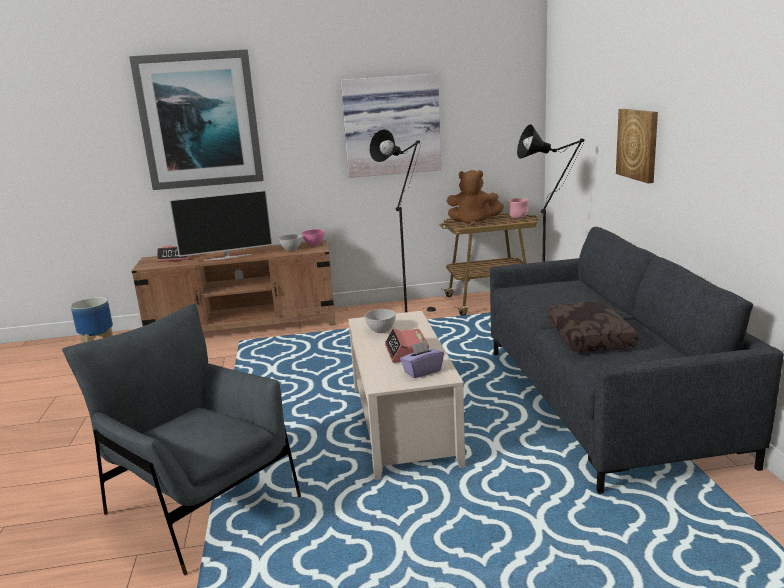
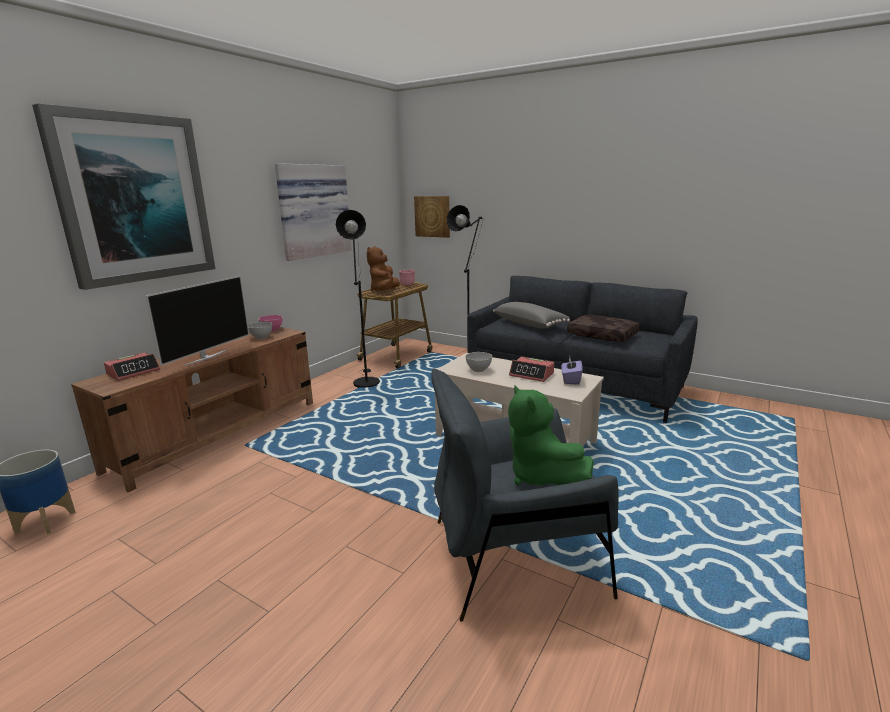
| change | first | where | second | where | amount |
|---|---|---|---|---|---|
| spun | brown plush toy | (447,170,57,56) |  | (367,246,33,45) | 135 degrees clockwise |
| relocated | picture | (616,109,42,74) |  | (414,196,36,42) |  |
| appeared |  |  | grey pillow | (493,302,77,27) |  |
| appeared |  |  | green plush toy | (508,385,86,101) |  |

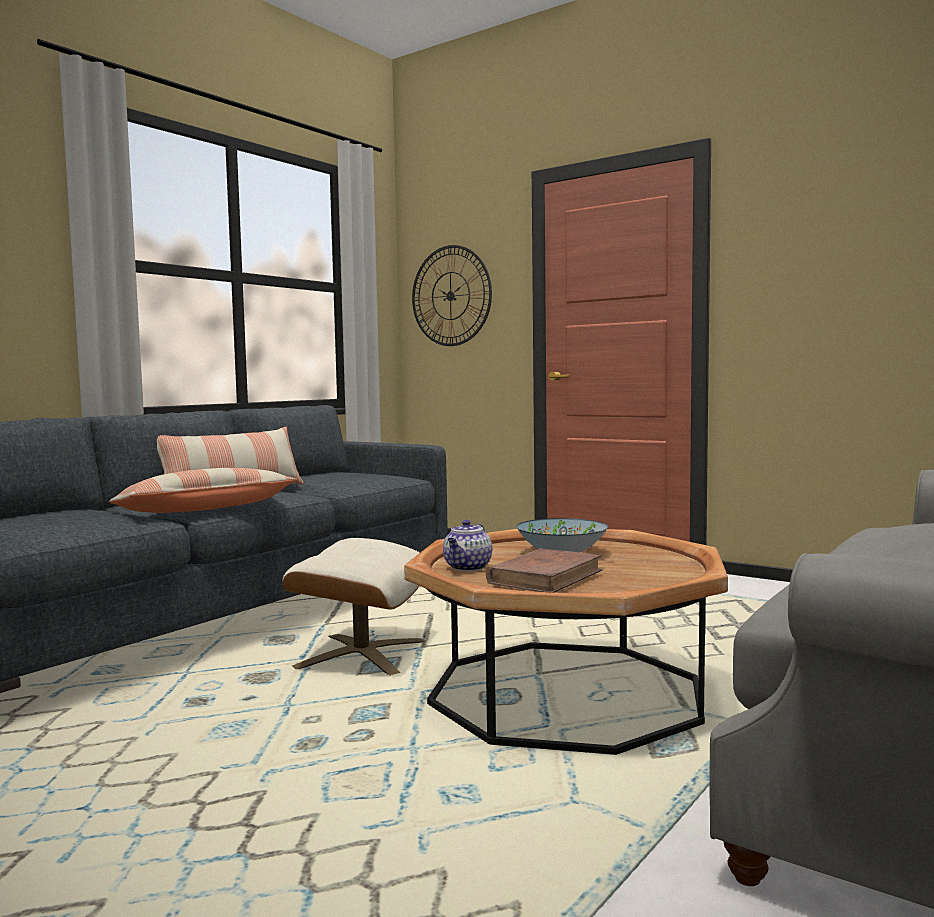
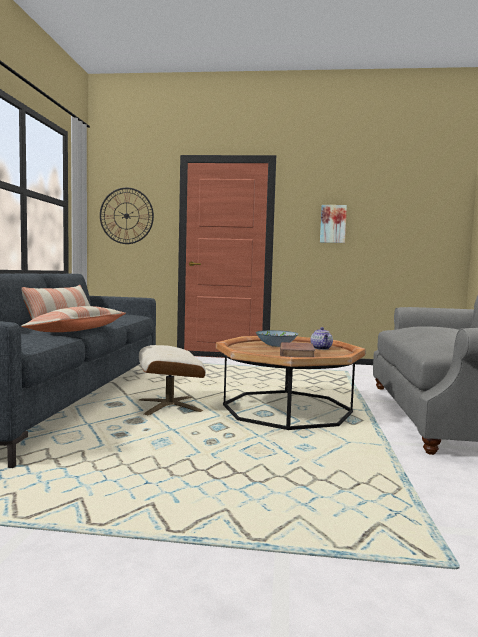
| change | first | where | second | where | amount |
|---|---|---|---|---|---|
| relocated | teapot | (443,520,49,51) |  | (310,327,23,23) |  |
| appeared |  |  | picture | (320,205,27,38) |  |

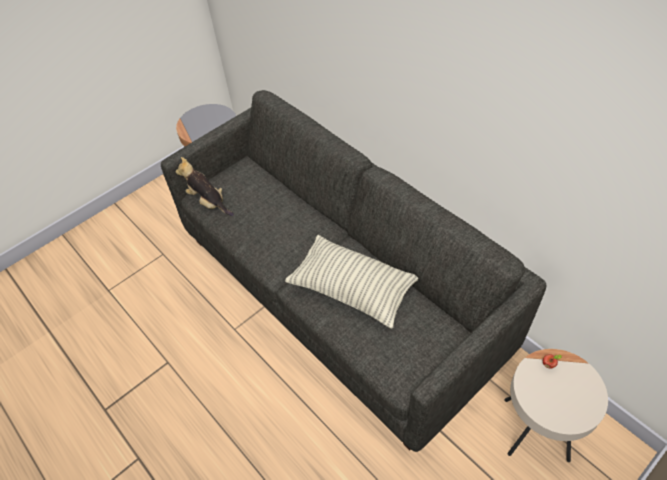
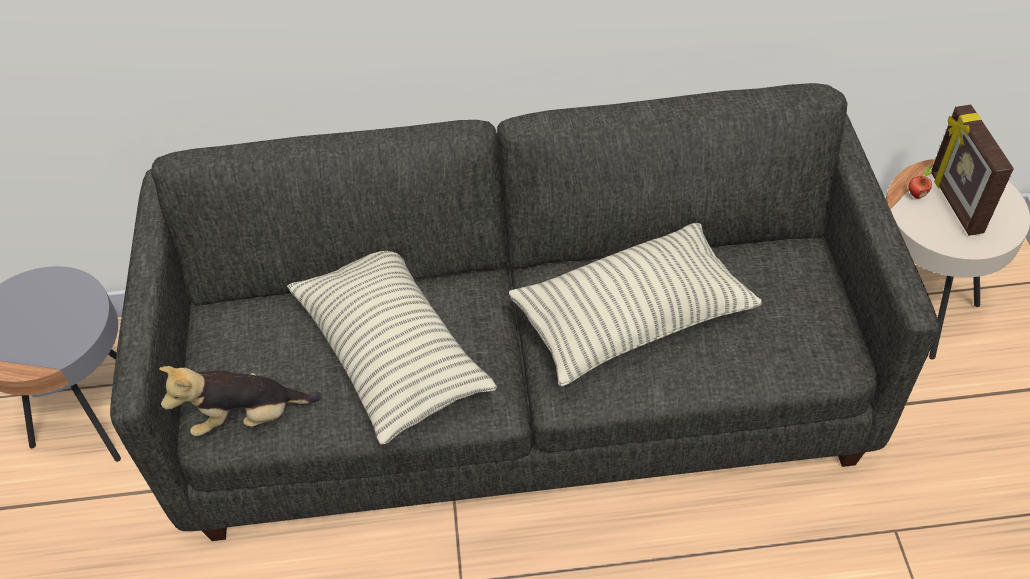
| change | first | where | second | where | amount |
|---|---|---|---|---|---|
| appeared |  |  | pillow | (287,251,210,193) |  |
| appeared |  |  | picture frame | (931,104,83,132) |  |

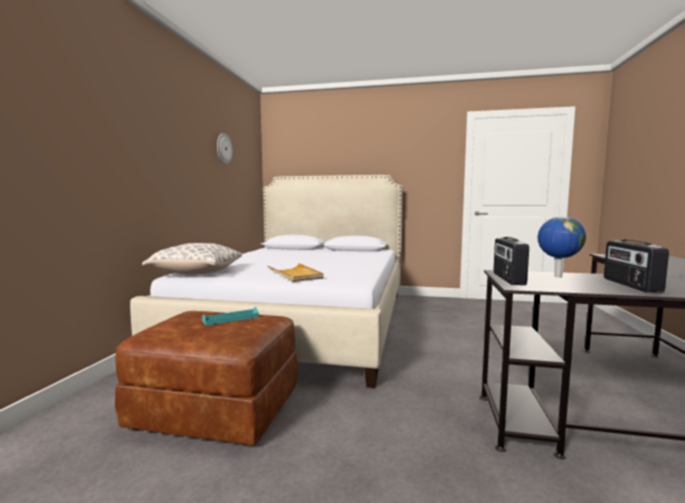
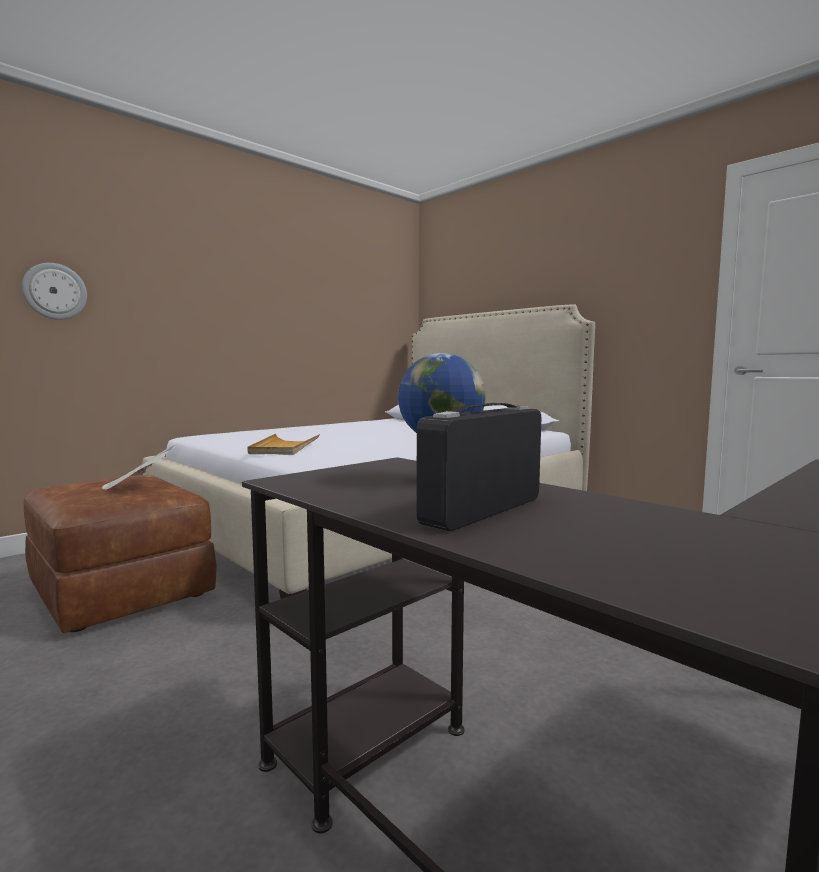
| change | first | where | second | where | amount |
|---|---|---|---|---|---|
| missing | pillow | (142,243,100,32) |  |  |  |
| exchanged | turquoise tray | (202,307,57,19) | newspaper | (102,445,75,45) |  |
| relocated | wall clock | (217,133,16,31) |  | (22,263,65,57) |  |
| missing | radio | (493,237,36,48) |  |  |  |

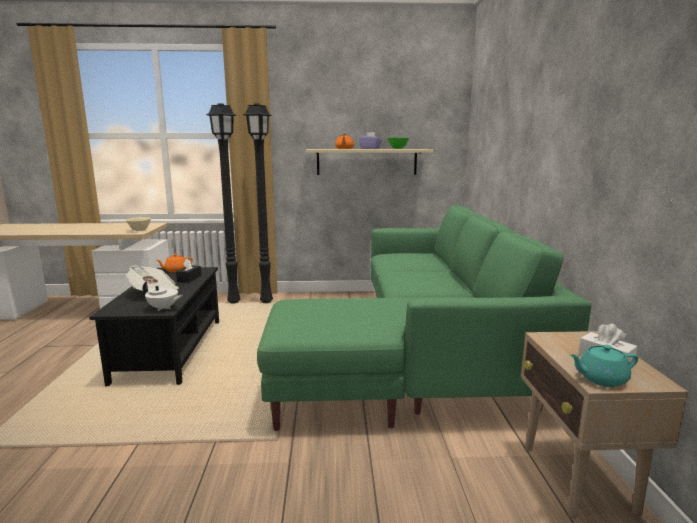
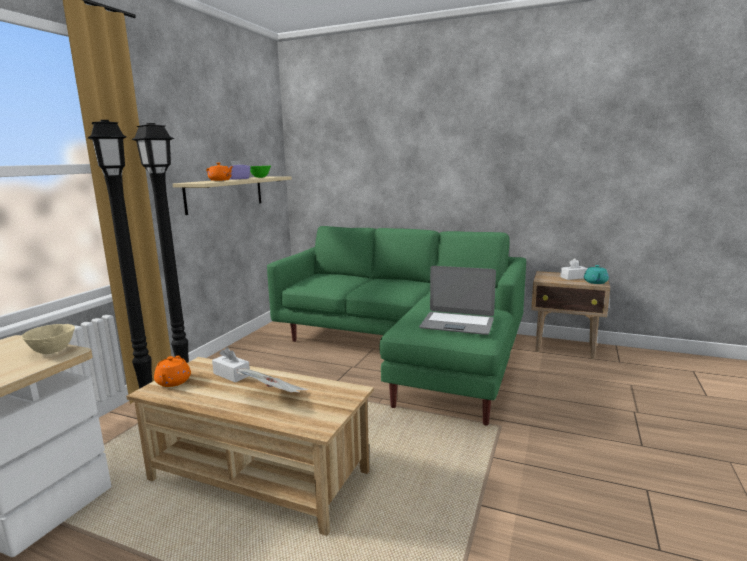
| change | first | where | second | where | amount |
|---|---|---|---|---|---|
| colour | black coffee table | (89,267,130,119) | beige coffee table | (126,357,248,179) |  |
| missing | white teapot | (143,281,40,30) |  |  |  |
| colour | black tissue box | (176,259,25,24) | white tissue box | (212,347,38,36) |  |
| appeared |  |  | laptop | (419,266,77,69) |  |

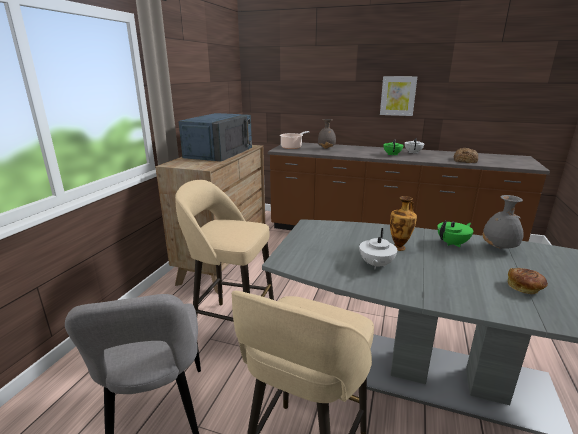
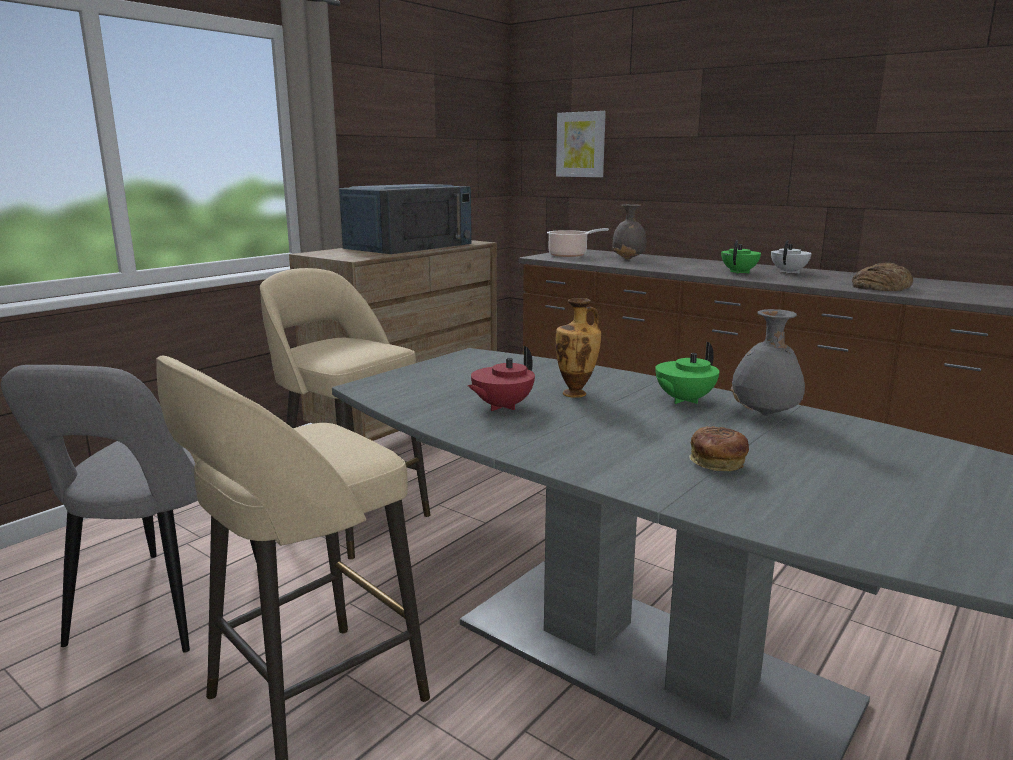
| change | first | where | second | where | amount |
|---|---|---|---|---|---|
| colour | white teapot | (359,228,38,41) | red teapot | (468,346,67,65) |  |
| relocated | picture | (380,76,37,40) |  | (556,111,50,66) |  |
| spun | green teapot | (437,221,36,26) |  | (655,342,65,62) | 150 degrees clockwise |

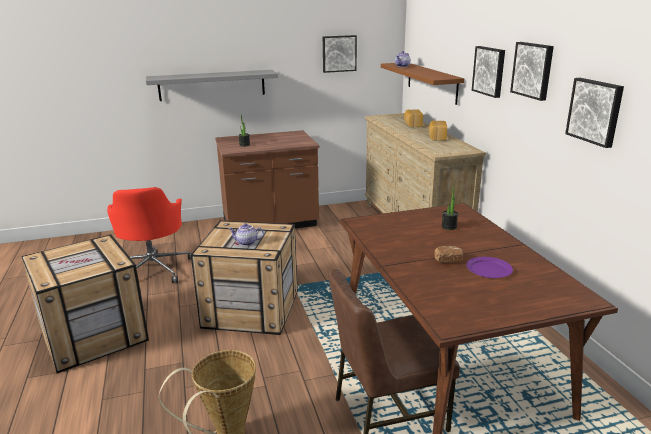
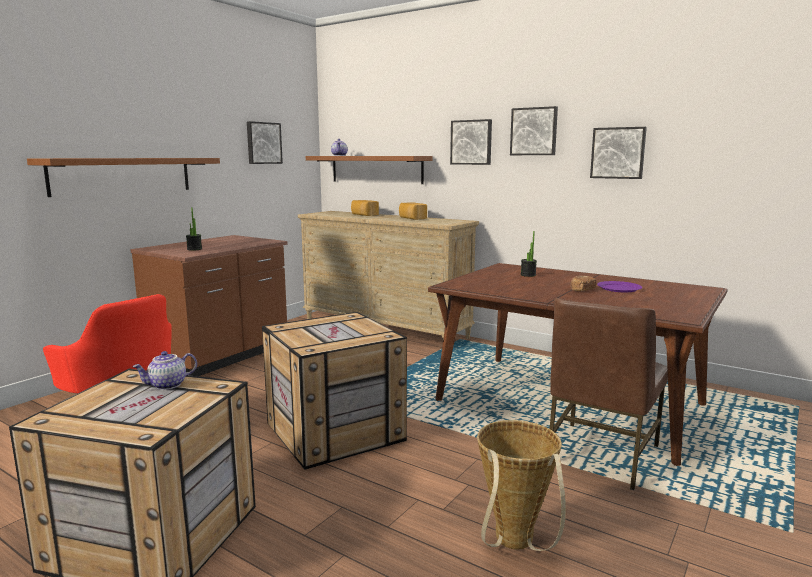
| change | first | where | second | where | amount |
|---|---|---|---|---|---|
| colour | grey shelf | (146,70,132,31) | brown shelf | (27,158,193,39) |  |
| relocated | teapot | (228,223,36,23) |  | (132,351,65,39) |  |

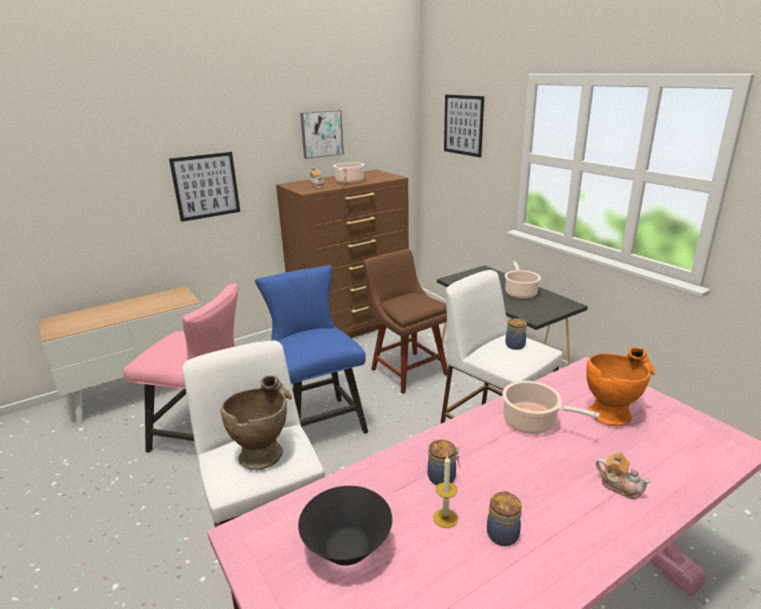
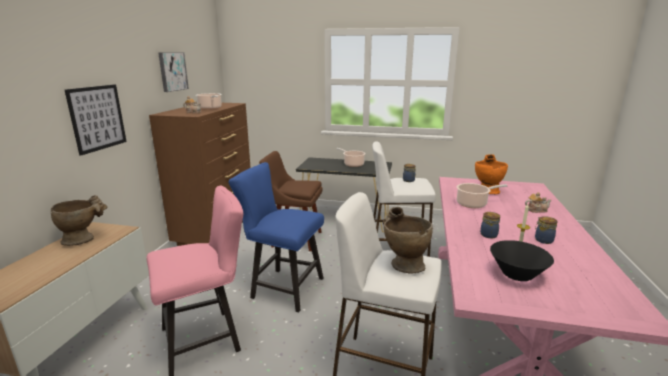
| change | first | where | second | where | amount |
|---|---|---|---|---|---|
| missing | picture | (444,95,40,62) |  |  |  |
| appeared |  |  | beige vase | (51,195,57,51) |  |

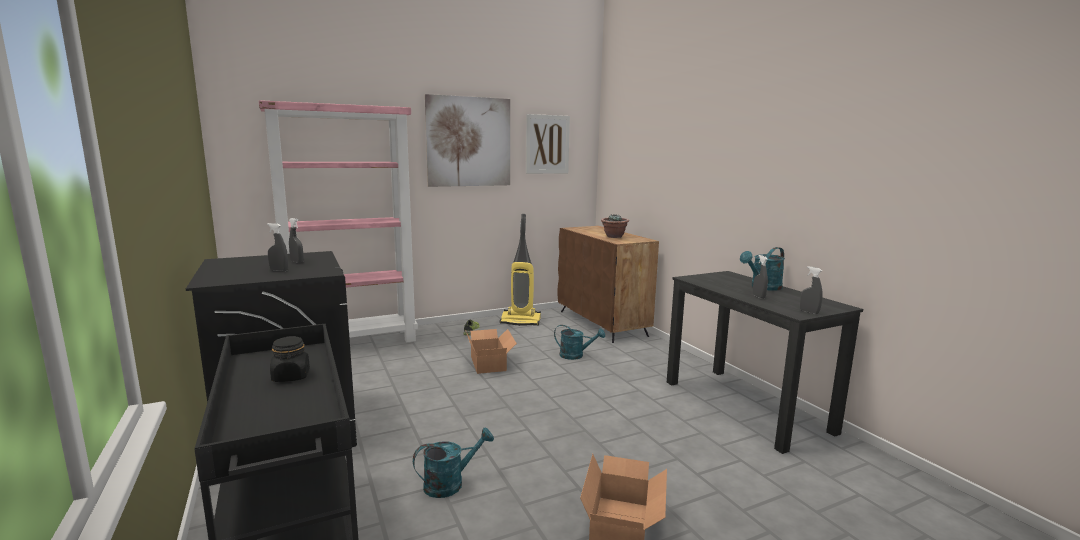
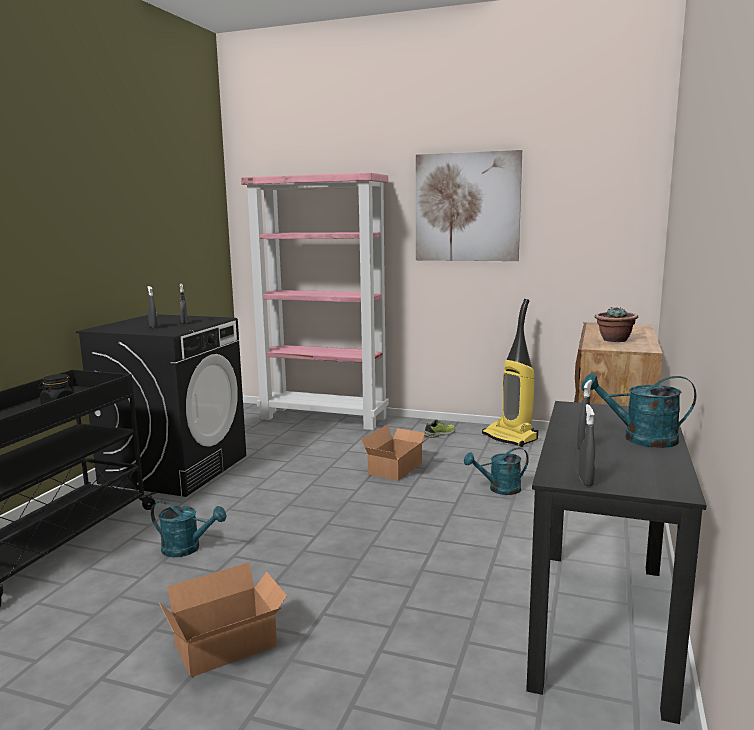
| change | first | where | second | where | amount |
|---|---|---|---|---|---|
| missing | picture | (526,114,44,60) |  |  |  |
| spun | turquoise watering can | (554,325,51,35) |  | (464,448,65,47) | 105 degrees clockwise |

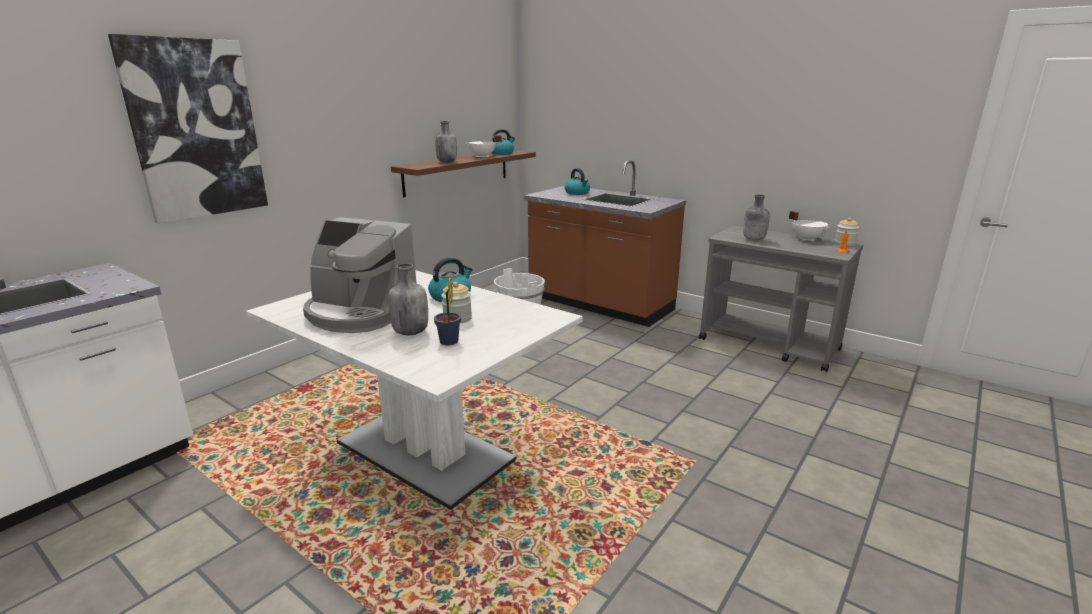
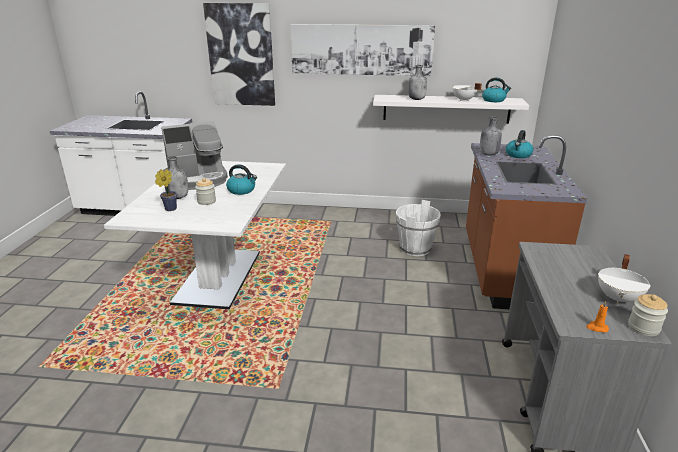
| change | first | where | second | where | amount |
|---|---|---|---|---|---|
| spun | coffee machine | (303,217,113,116) |  | (161,121,67,69) | 105 degrees counterclockwise |
| colour | brown shelf | (391,150,145,47) | white shelf | (373,95,156,29) |  |
| relocated | grey bottle | (743,194,27,46) |  | (480,117,22,39) |  |
| appeared |  |  | picture | (290,24,145,52) |  |

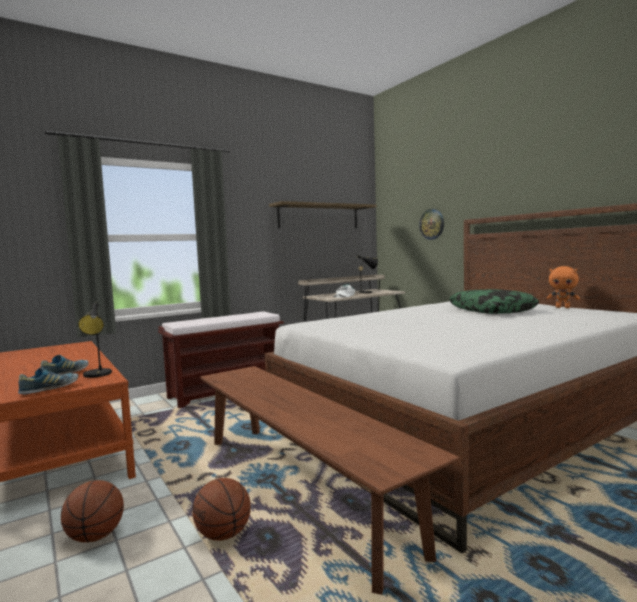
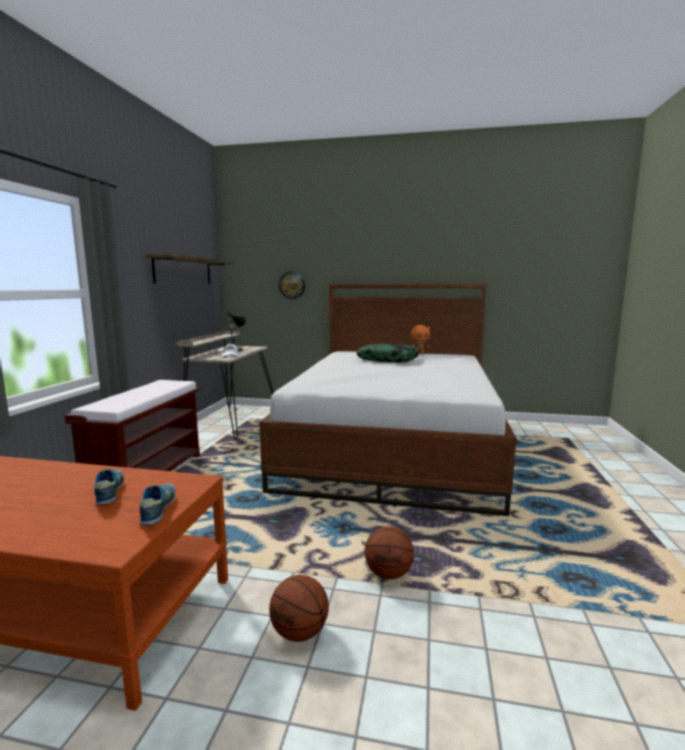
| change | first | where | second | where | amount |
|---|---|---|---|---|---|
| missing | black table lamp | (78,302,34,76) |  |  |  |
| missing | brown bench | (200,366,260,229) |  |  |  |

